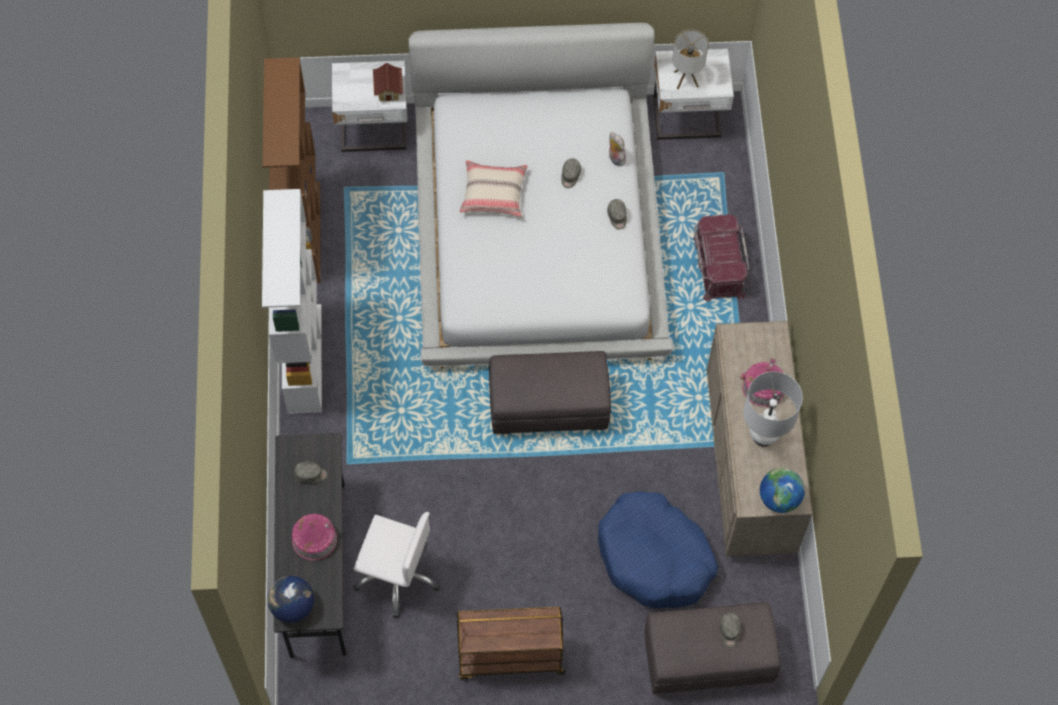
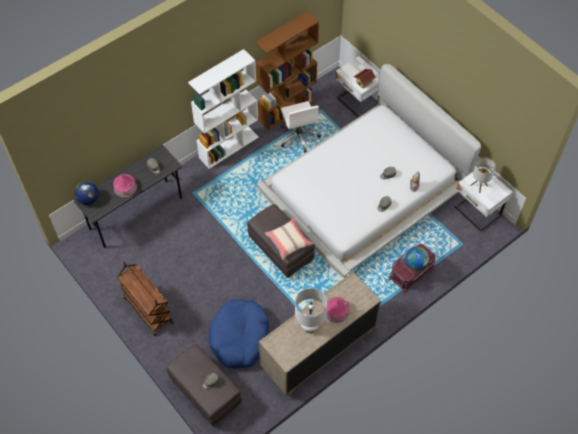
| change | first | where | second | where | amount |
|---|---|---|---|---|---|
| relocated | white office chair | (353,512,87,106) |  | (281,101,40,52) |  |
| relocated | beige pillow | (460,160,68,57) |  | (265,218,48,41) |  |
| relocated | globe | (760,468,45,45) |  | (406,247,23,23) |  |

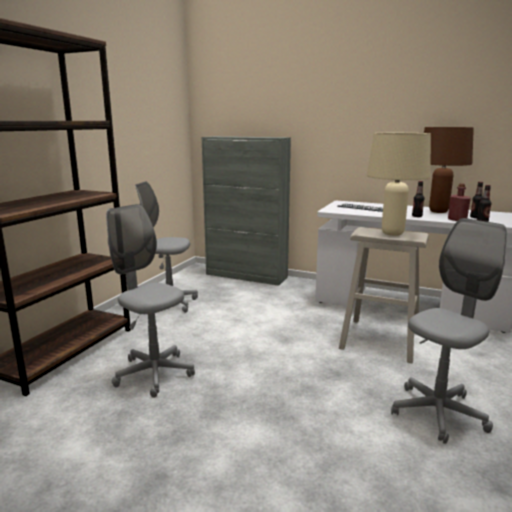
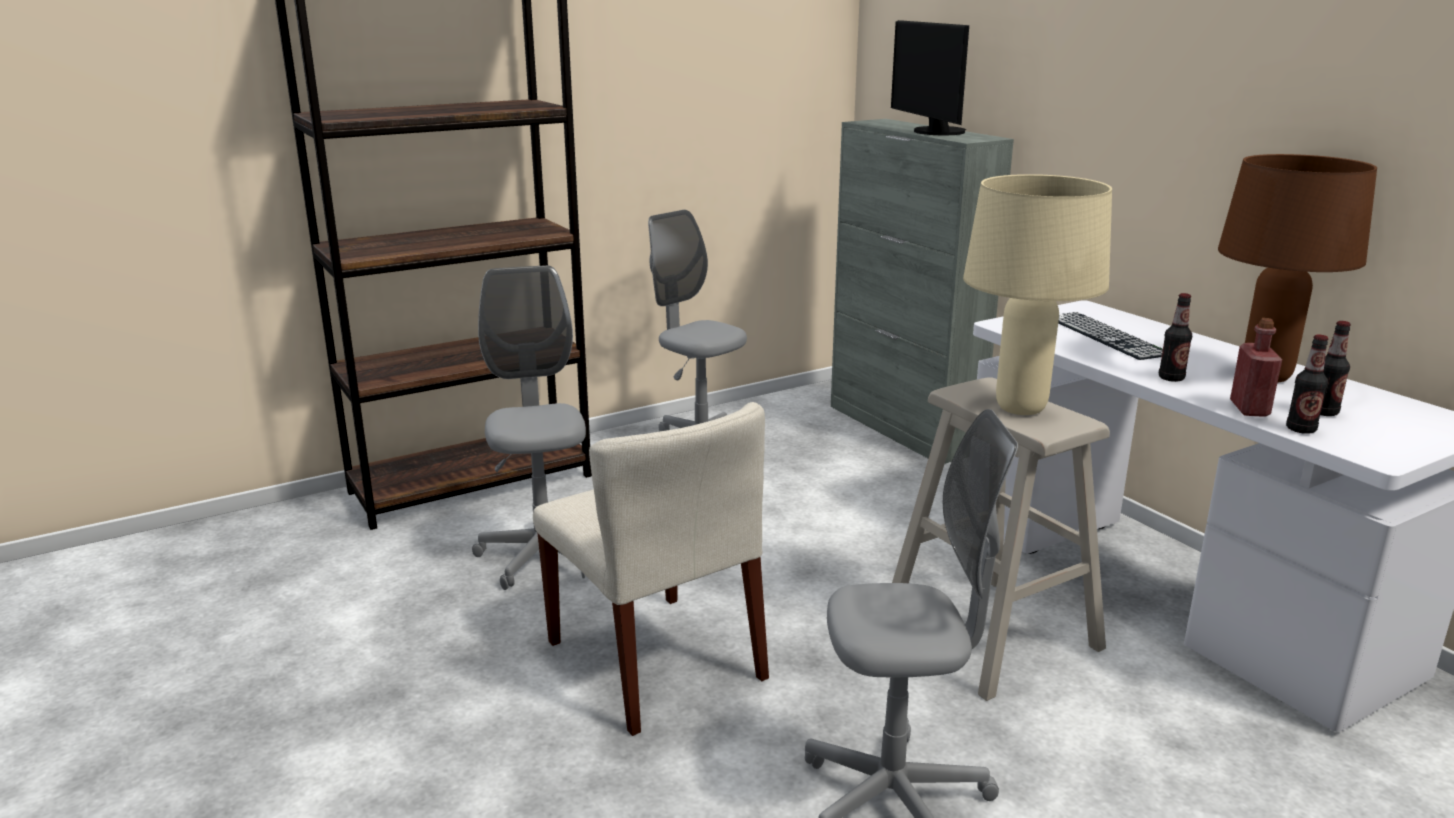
| change | first | where | second | where | amount |
|---|---|---|---|---|---|
| appeared |  |  | beige chair | (533,402,236,334) |  |
| appeared |  |  | monitor | (891,20,78,115) |  |

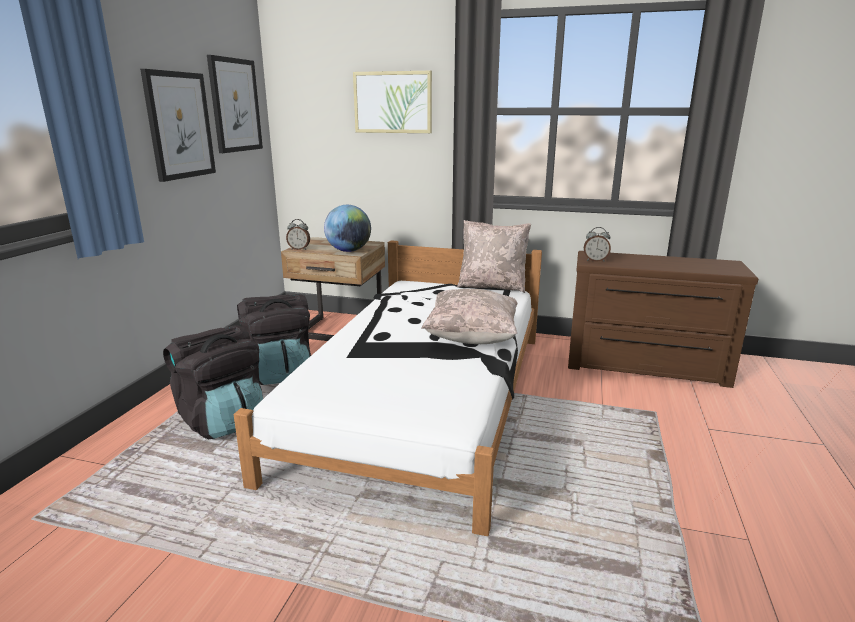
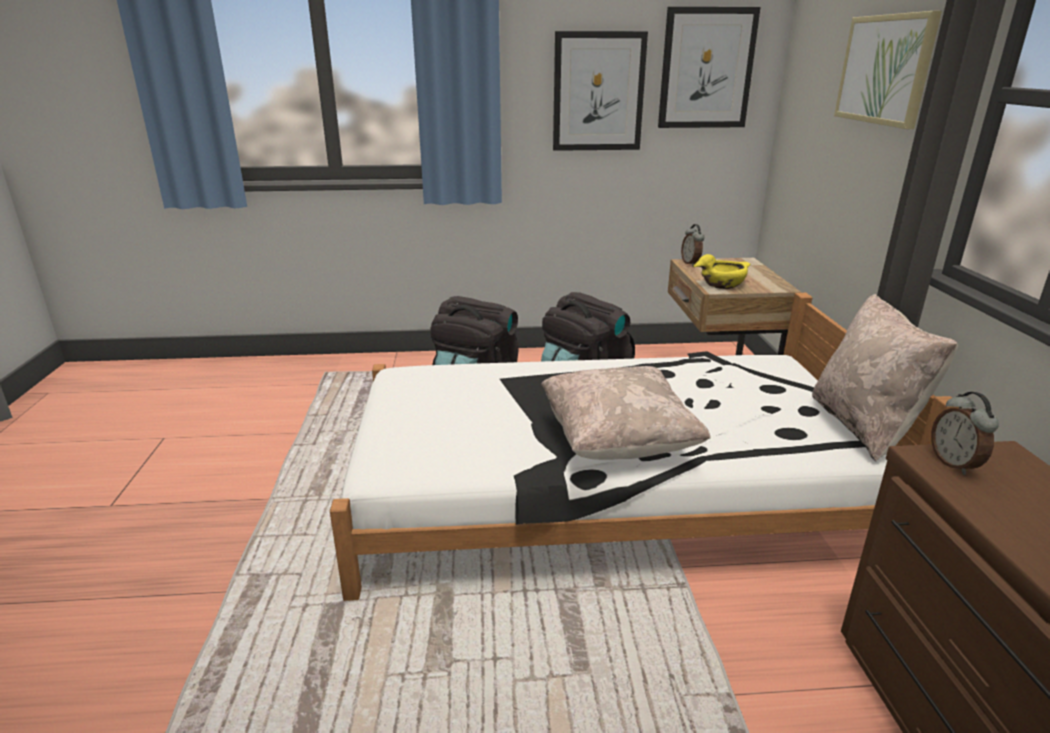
| change | first | where | second | where | amount |
|---|---|---|---|---|---|
| exchanged | globe | (324,205,47,47) | yellow bowl | (693,254,57,35) |  |

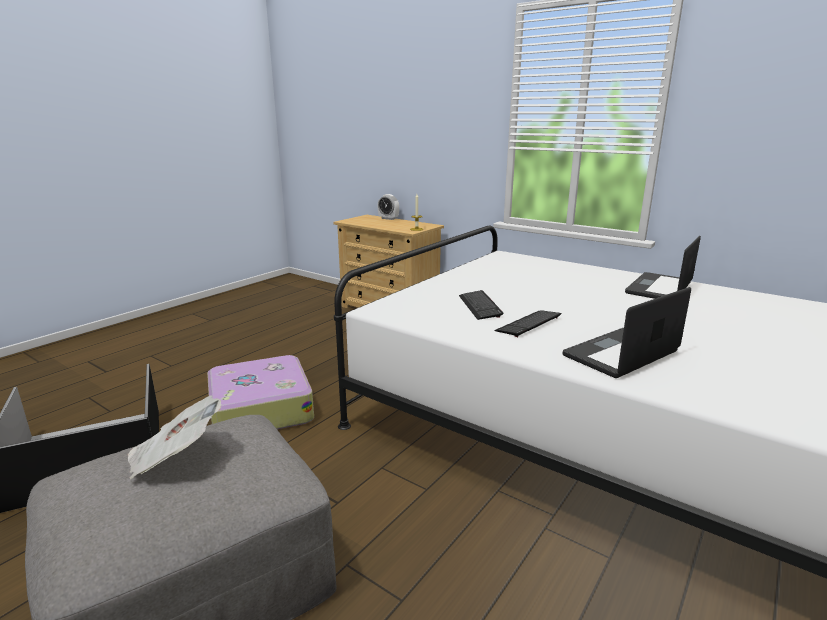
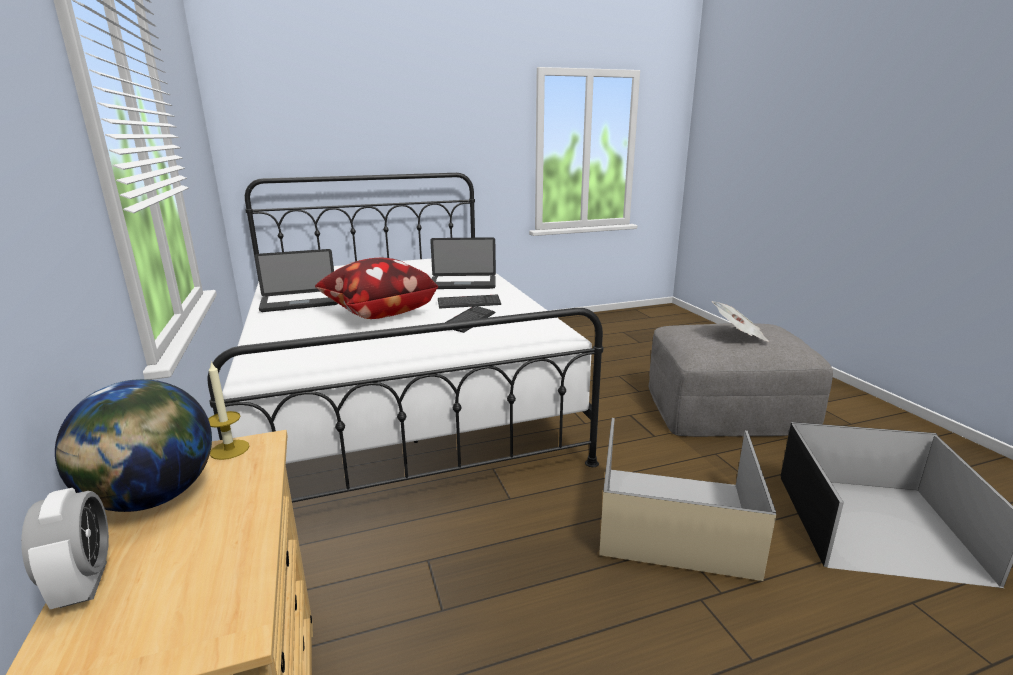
| change | first | where | second | where | amount |
|---|---|---|---|---|---|
| exchanged | suitcase | (207,355,107,74) | beige storage box | (599,418,177,163) |  |
| appeared |  |  | globe | (55,379,157,133) |  |
| appeared |  |  | pillow | (315,258,123,61) |  |

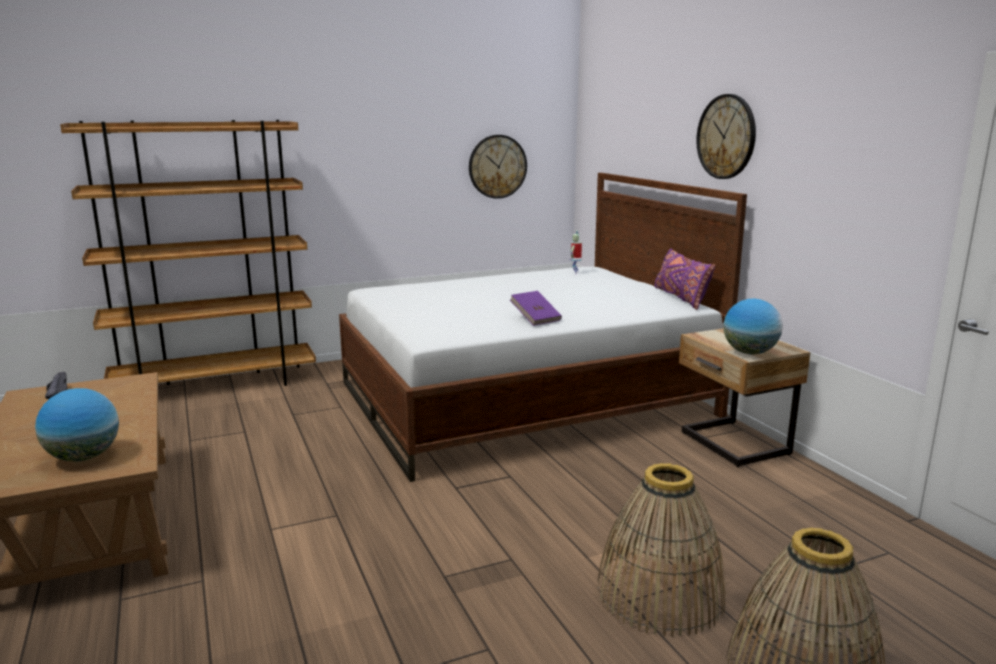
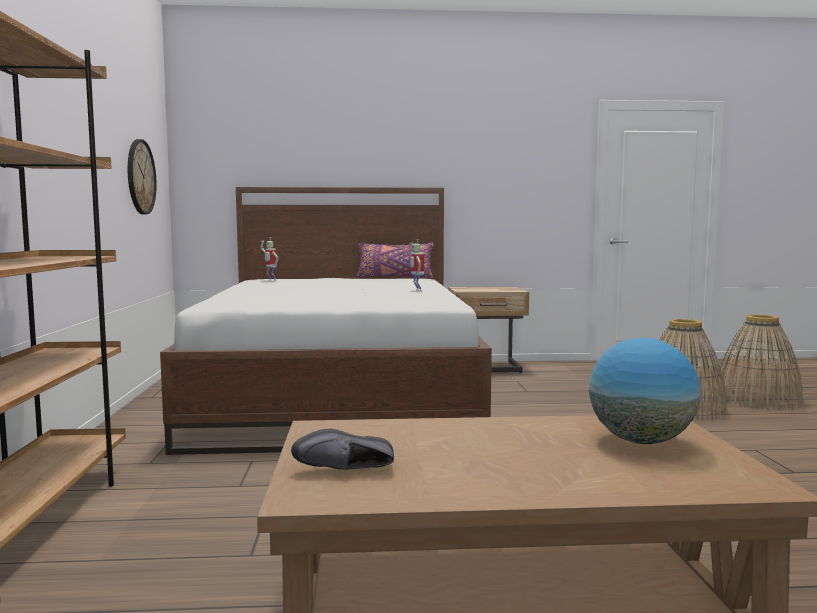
| change | first | where | second | where | amount |
|---|---|---|---|---|---|
| exchanged | purple book | (510,291,52,35) | toy robot | (409,239,15,52) |  |
| missing | wall clock | (697,94,59,85) |  |  |  |
| missing | globe | (723,298,59,56) |  |  |  |

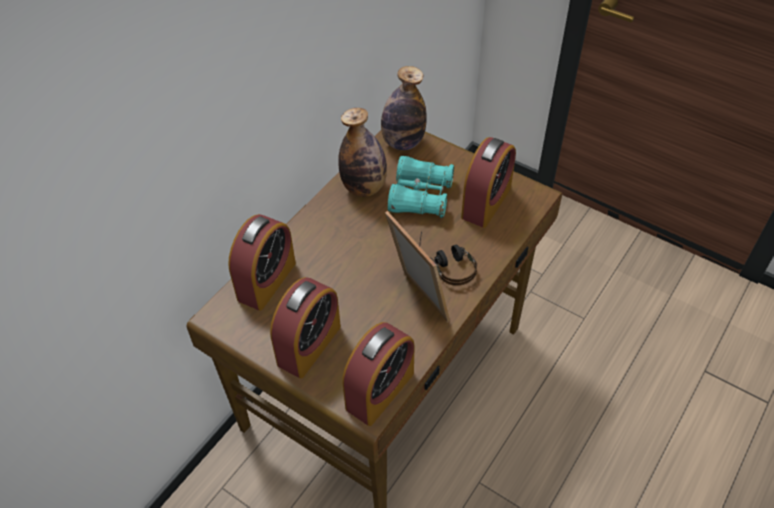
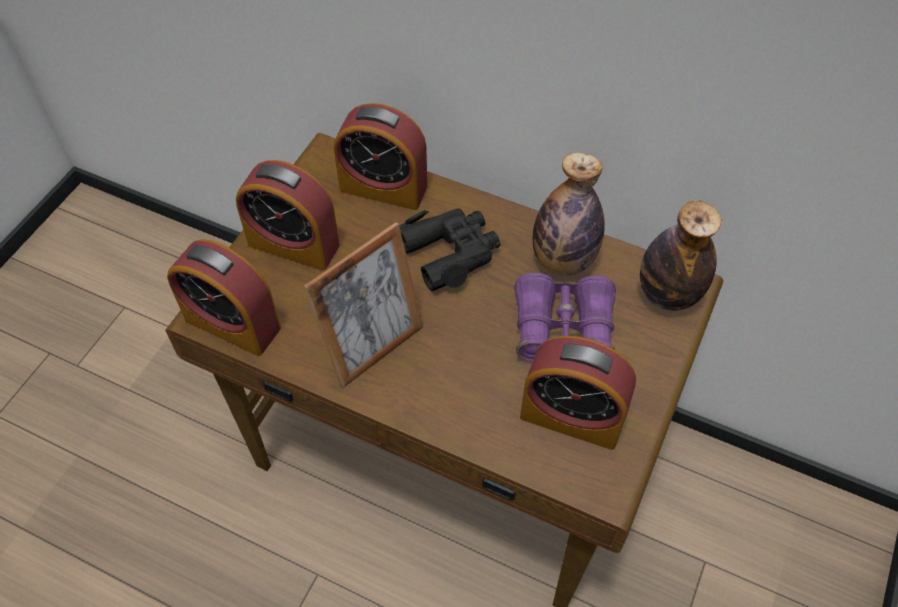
| change | first | where | second | where | amount |
|---|---|---|---|---|---|
| colour | turquoise binoculars | (388,156,66,62) | purple binoculars | (514,273,102,89) |  |
| missing | headphones | (419,231,58,55) |  |  |  |
| appeared |  |  | black binoculars | (399,208,101,83) |  |

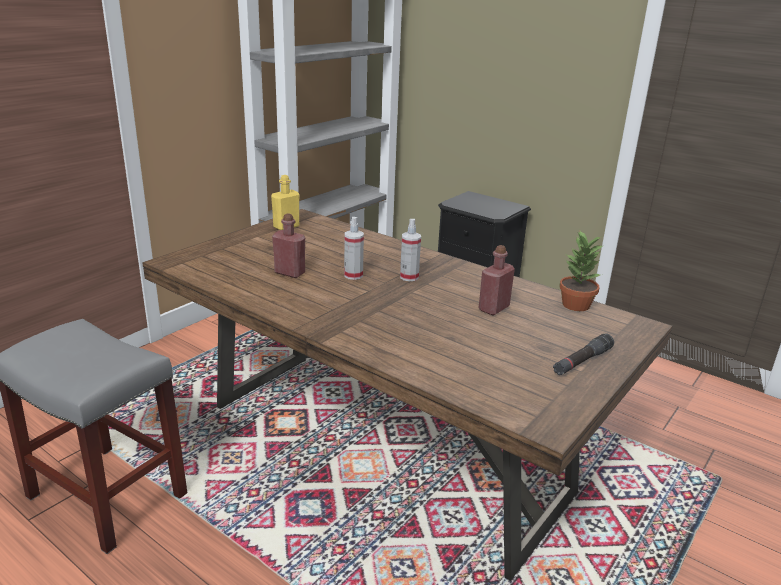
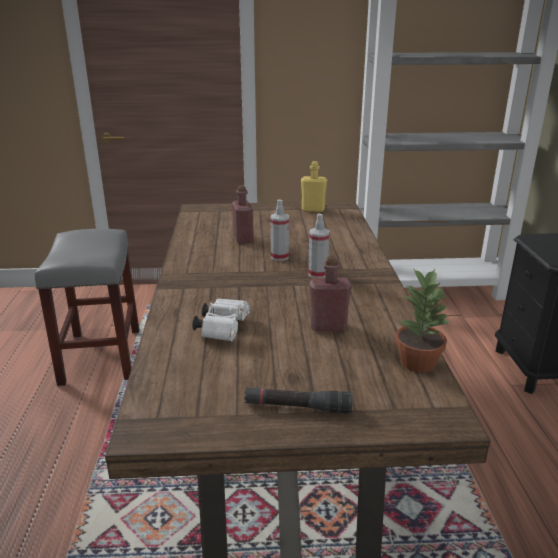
| change | first | where | second | where | amount |
|---|---|---|---|---|---|
| appeared |  |  | white binoculars | (192,298,58,43) |  |

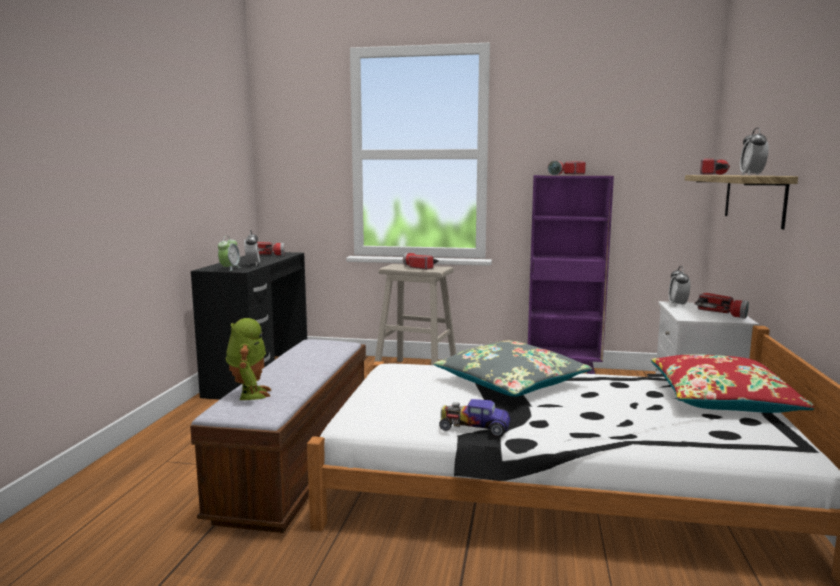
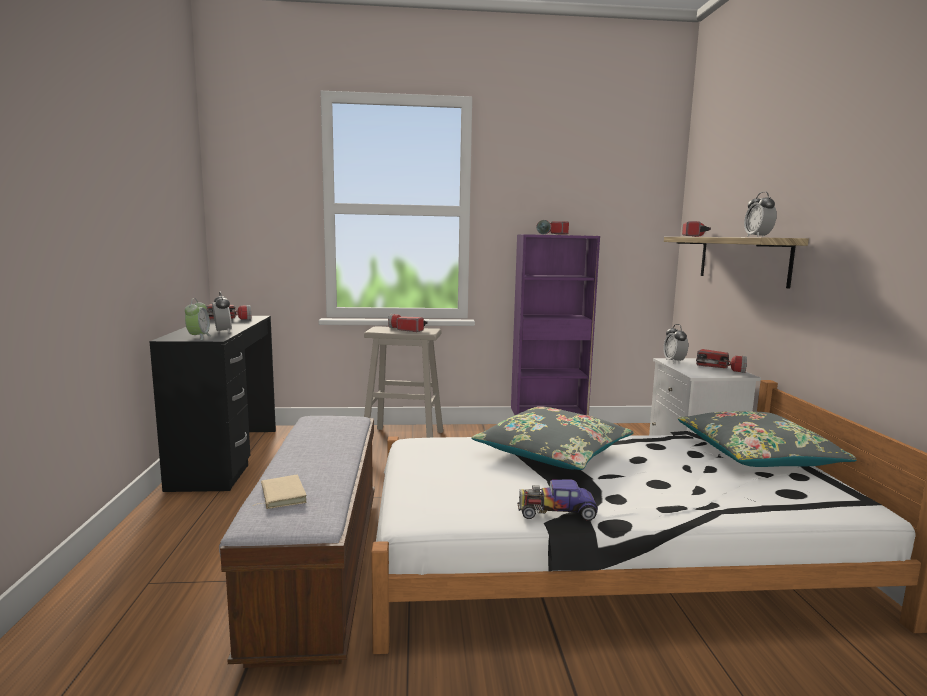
| change | first | where | second | where | amount |
|---|---|---|---|---|---|
| exchanged | toy robot | (226,318,45,82) | beige book | (253,475,54,34) |  |
| colour | red pillow | (651,354,163,59) | grey pillow | (678,411,179,56) |  |

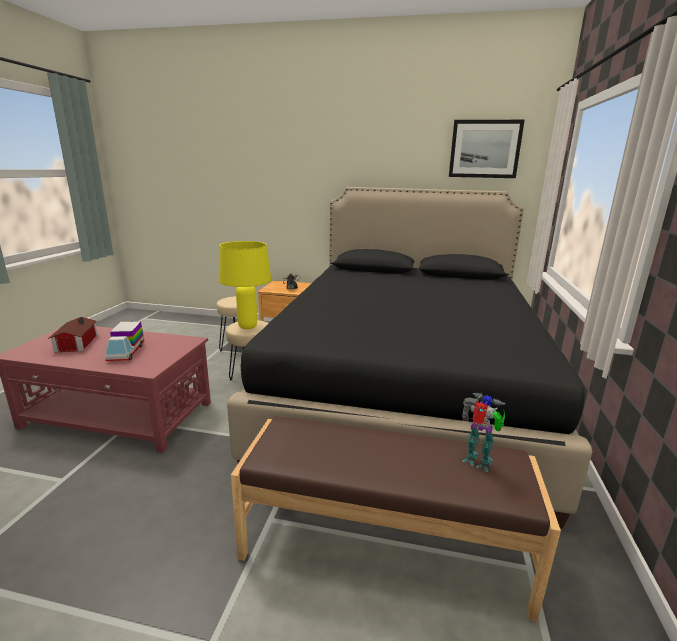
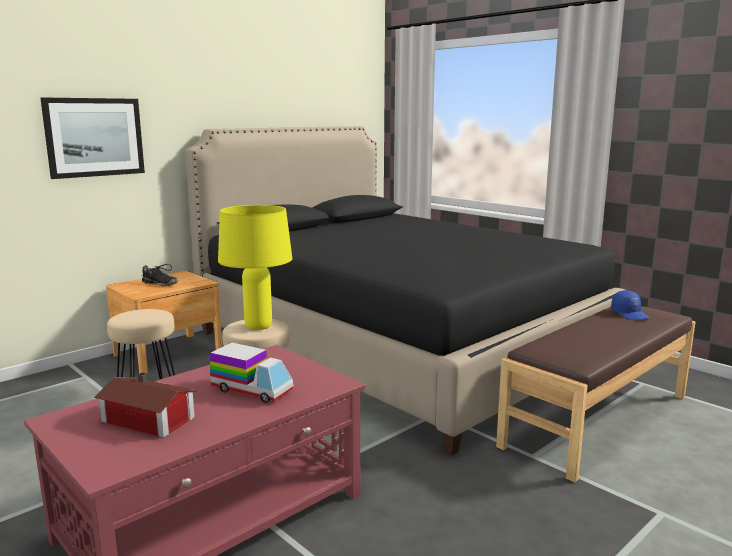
| change | first | where | second | where | amount |
|---|---|---|---|---|---|
| relocated | picture | (449,120,76,58) |  | (40,98,105,81) |  |
| exchanged | toy robot | (462,393,43,79) | blue cap | (611,290,38,30) |  |

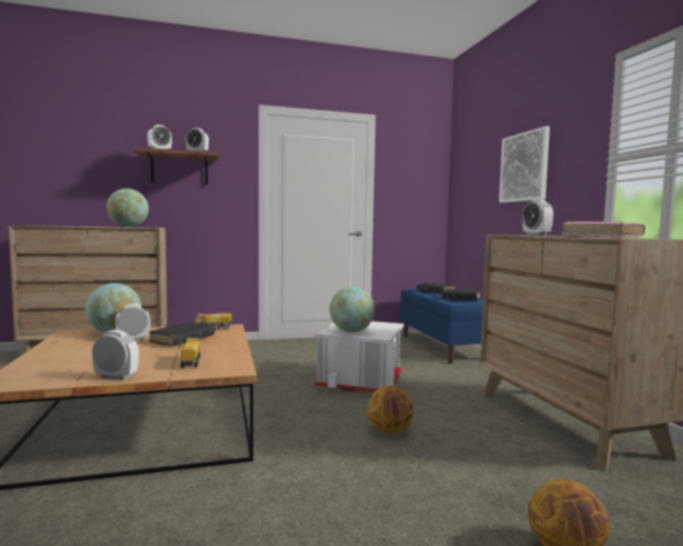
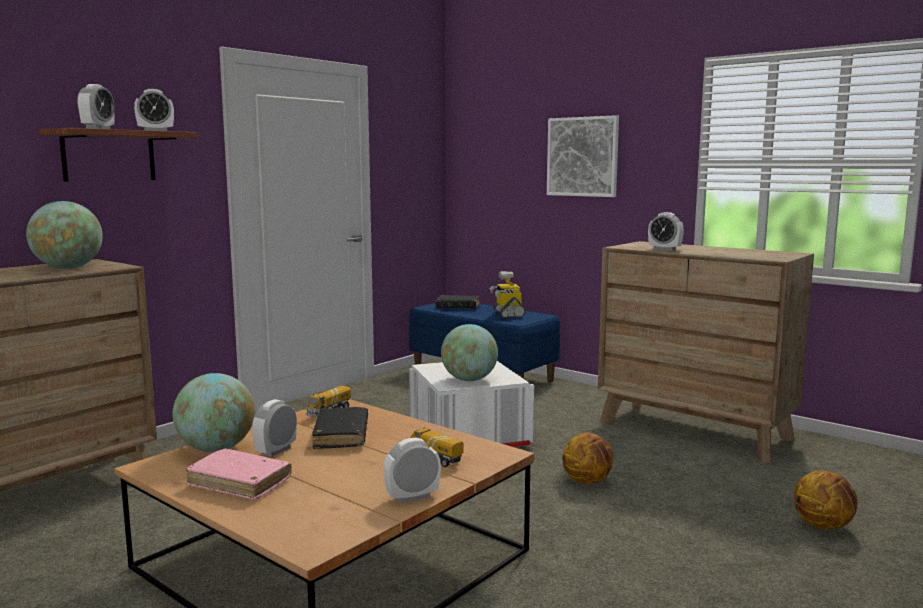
| change | first | where | second | where | amount |
|---|---|---|---|---|---|
| exchanged | black book | (442,288,39,12) | toy robot | (490,271,35,47) |  |
| relocated | pink book | (562,221,83,17) |  | (186,449,106,51) |  |

